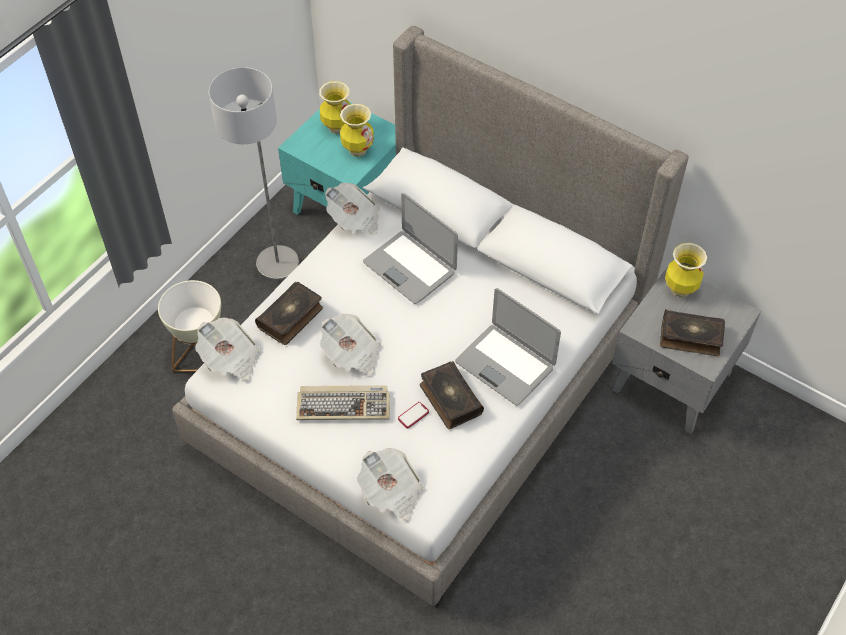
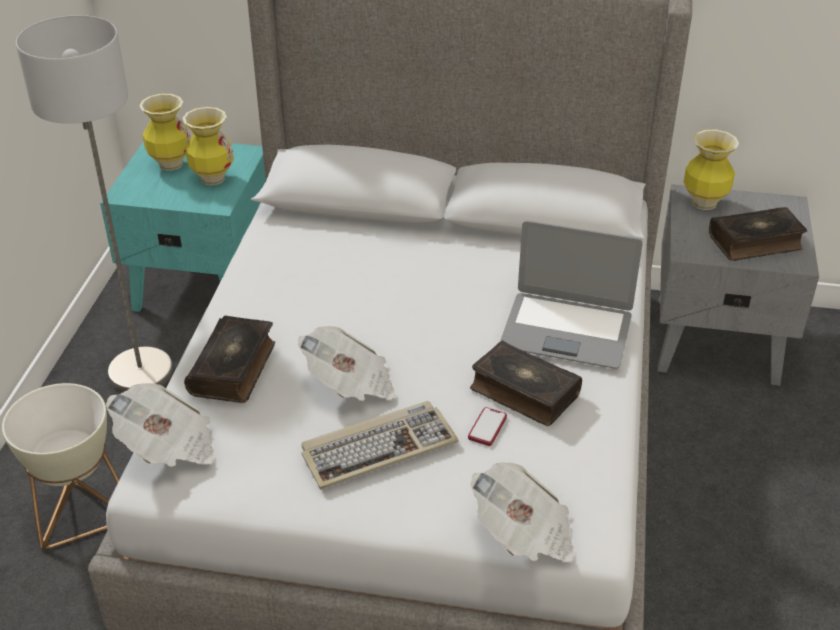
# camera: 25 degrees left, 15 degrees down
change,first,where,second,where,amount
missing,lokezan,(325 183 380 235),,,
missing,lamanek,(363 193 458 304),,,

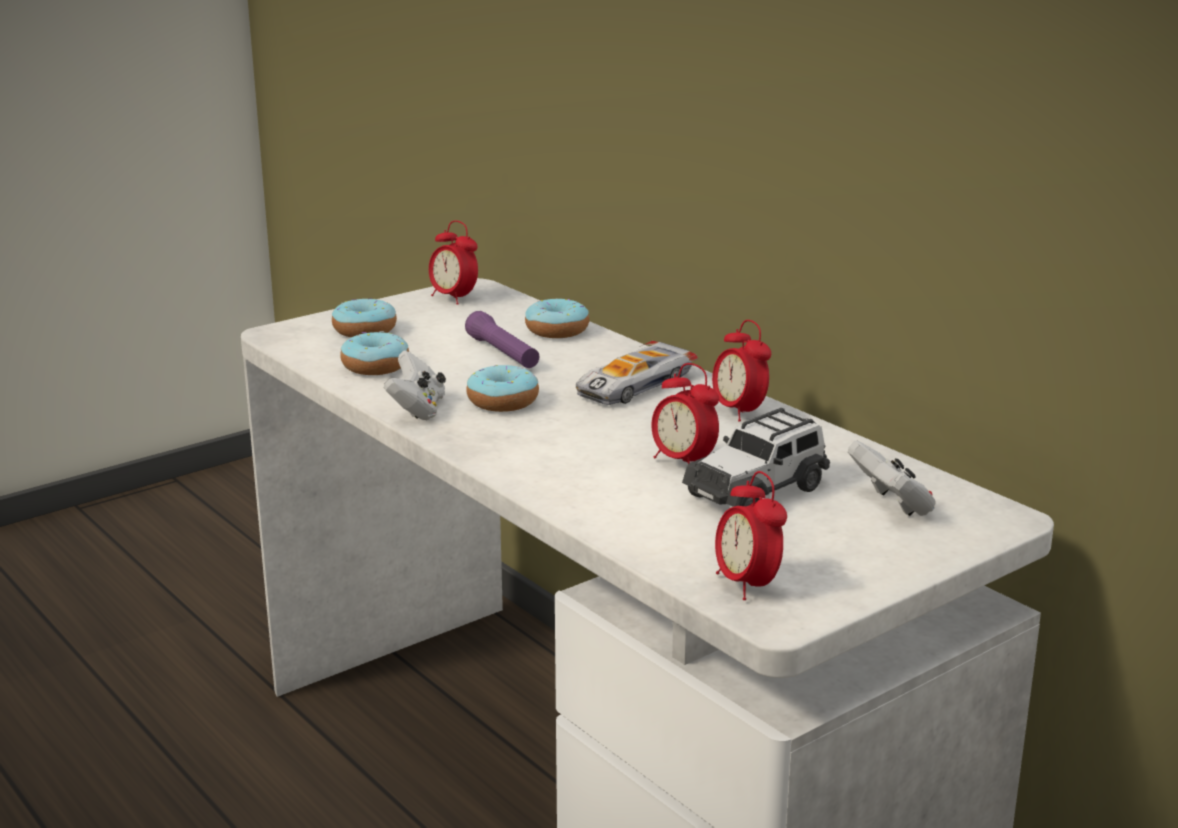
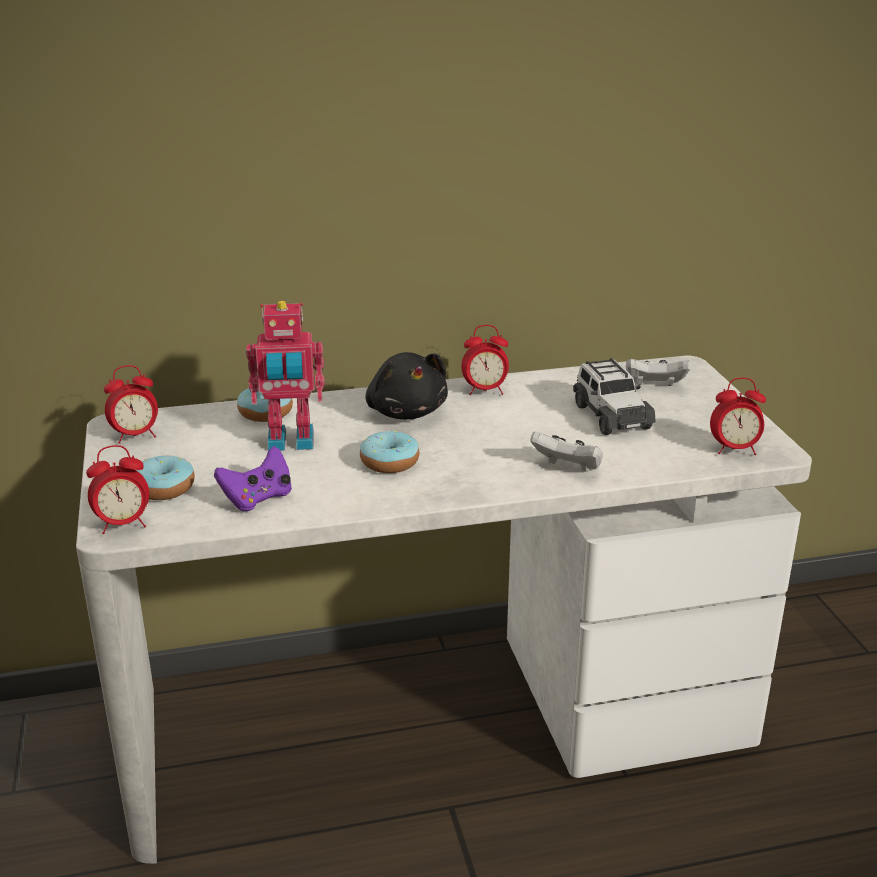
# camera: 65 degrees left, 5 degrees up
change,first,where,second,where,amount
exchanged,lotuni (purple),(465 311 540 368),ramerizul,(246 301 325 451),
exchanged,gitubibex,(340 331 409 375),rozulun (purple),(214 446 292 511),
exchanged,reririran,(576 341 698 405),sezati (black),(365 352 448 420),
relocated,rozulun (white),(384 351 446 420),,(530 432 603 472),
relocated,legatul,(652 363 719 464),,(86 445 149 534),

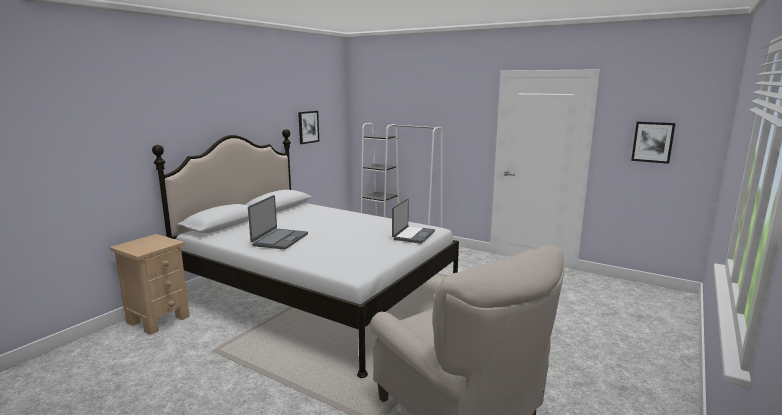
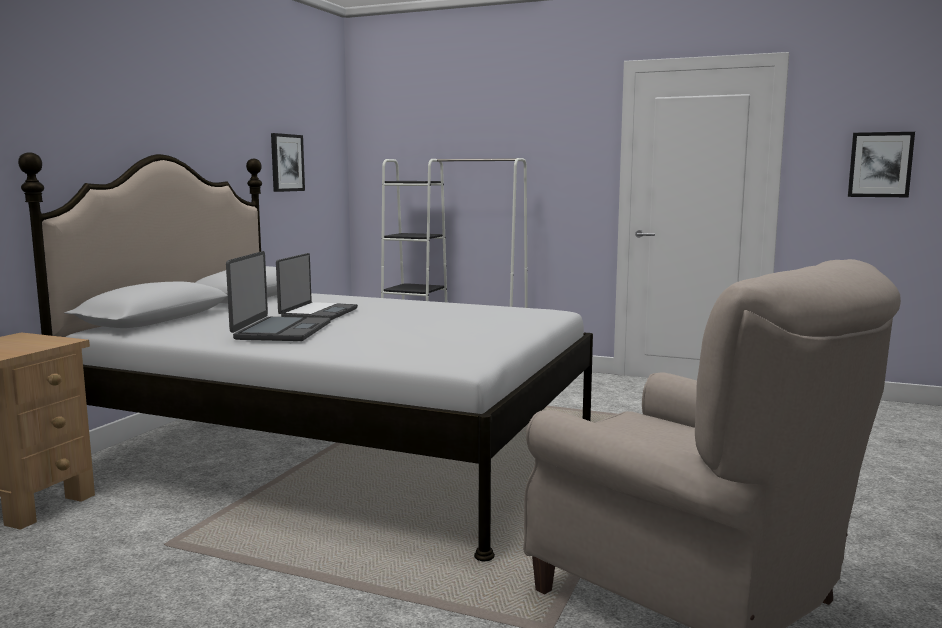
# camera: 10 degrees left, 5 degrees down
change,first,where,second,where,amount
relocated,lamanek,(392 198 435 244),,(276 253 358 320),

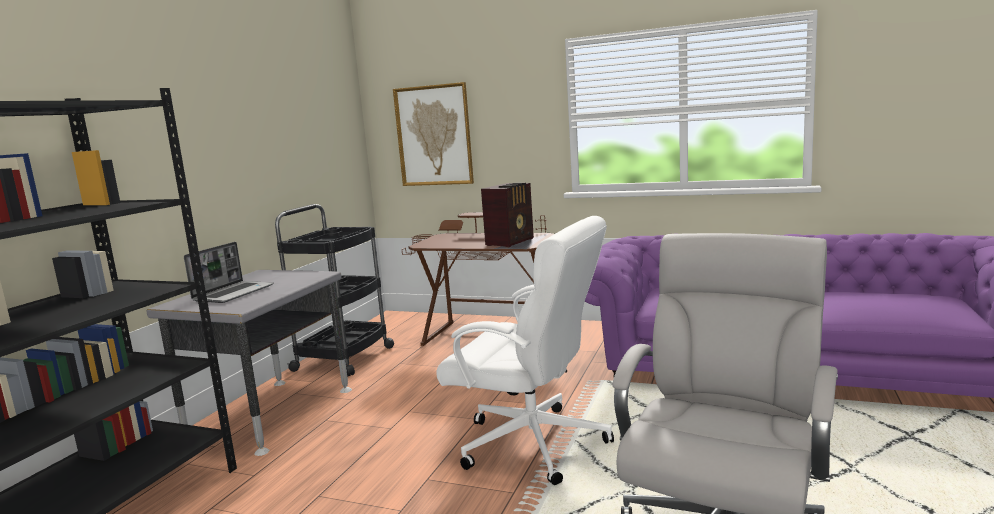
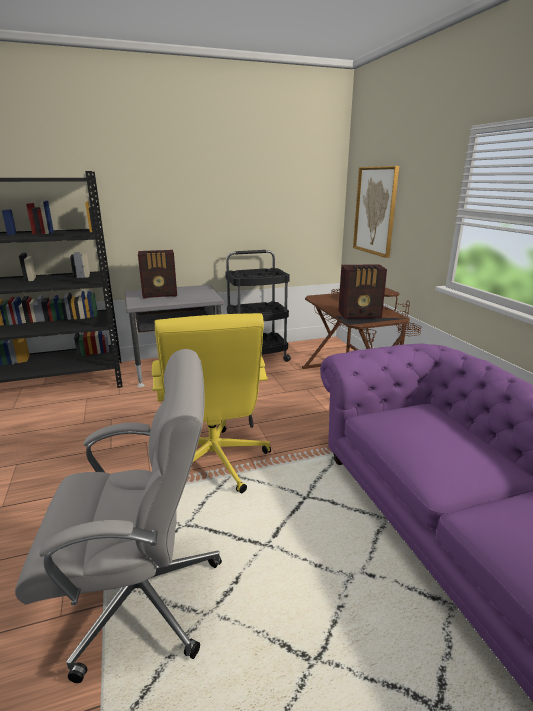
# camera: 50 degrees right, 10 degrees up
change,first,where,second,where,amount
colour,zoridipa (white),(436 216 614 485),zoridipa (yellow),(152 313 271 494),
exchanged,lamanek,(184 242 274 303),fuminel,(138 250 177 299),

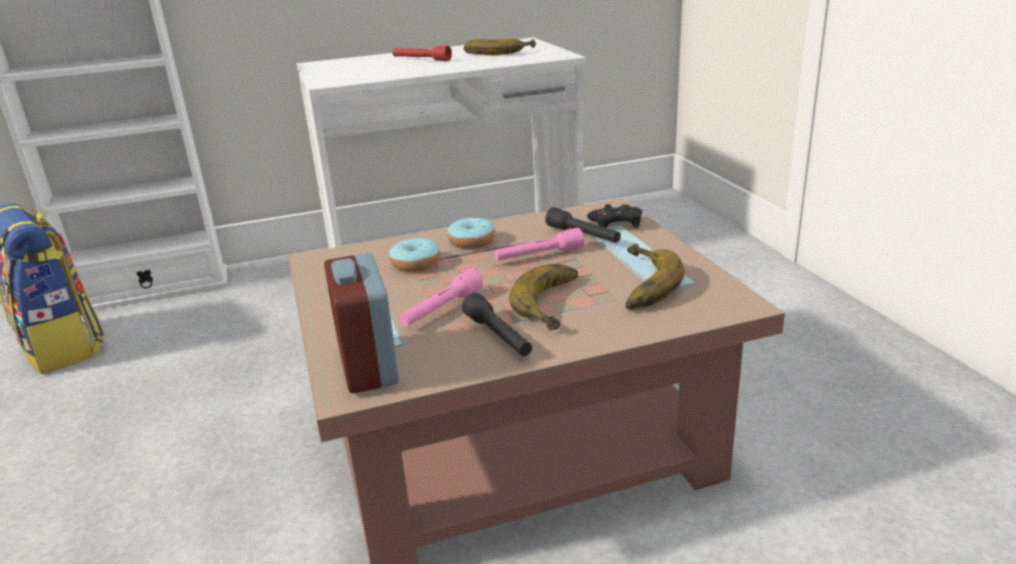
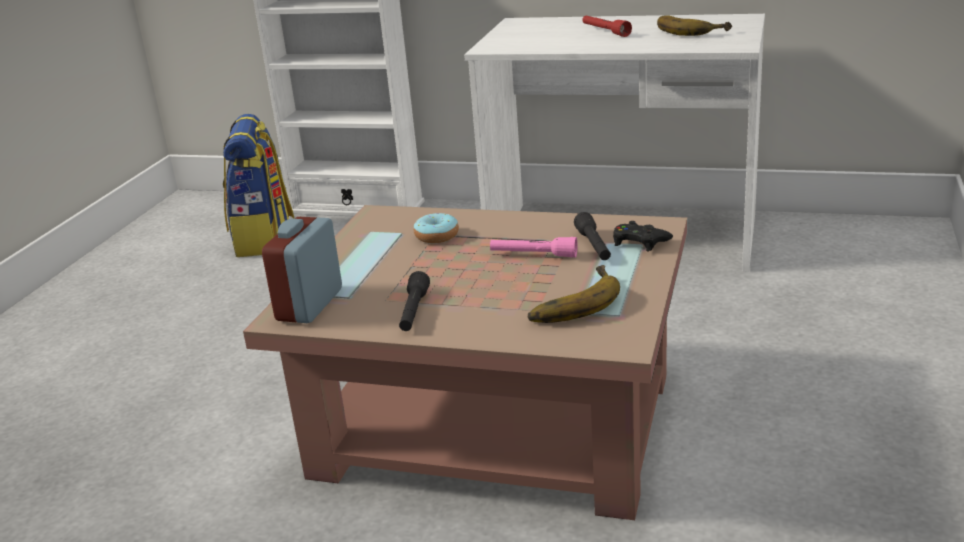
# camera: 35 degrees right, 0 degrees up
change,first,where,second,where,amount
missing,gitubibex,(448 218 495 249),,,
missing,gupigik,(509 264 578 330),,,
missing,lotuni (pink),(399 269 483 327),,,

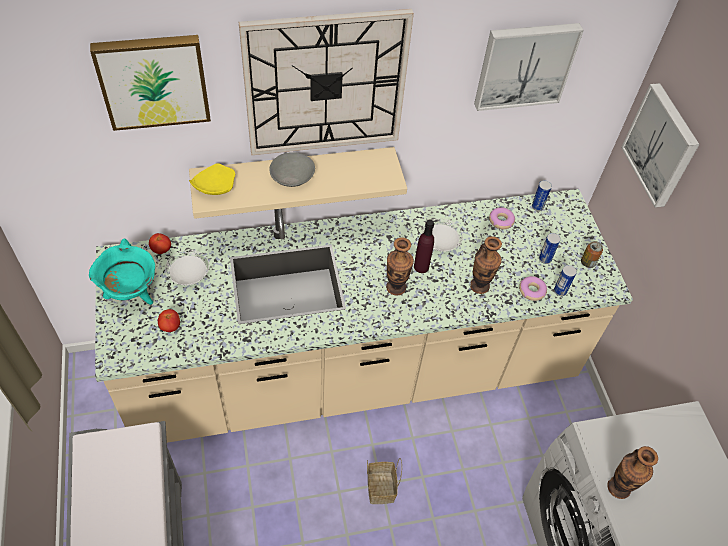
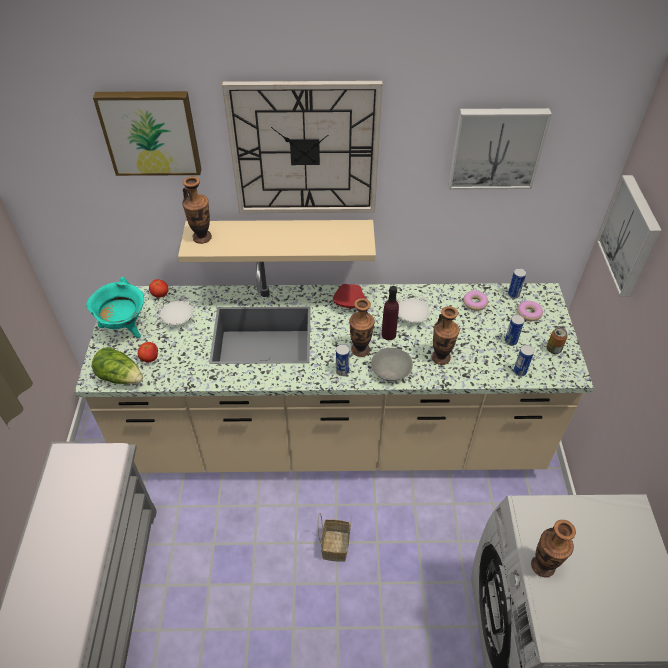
# camera: 15 degrees right, 5 degrees down
change,first,where,second,where,amount
relocated,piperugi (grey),(269 152 315 187),,(371 348 413 381),
exchanged,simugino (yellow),(189 163 235 195),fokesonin,(182 176 212 244),
relocated,gitubibex,(519 276 547 301),,(517 301 543 321),
appeared,,,simugino (red),(333 284 366 308),
appeared,,,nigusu,(336 344 350 376),
appeared,,,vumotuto,(92 347 143 384),

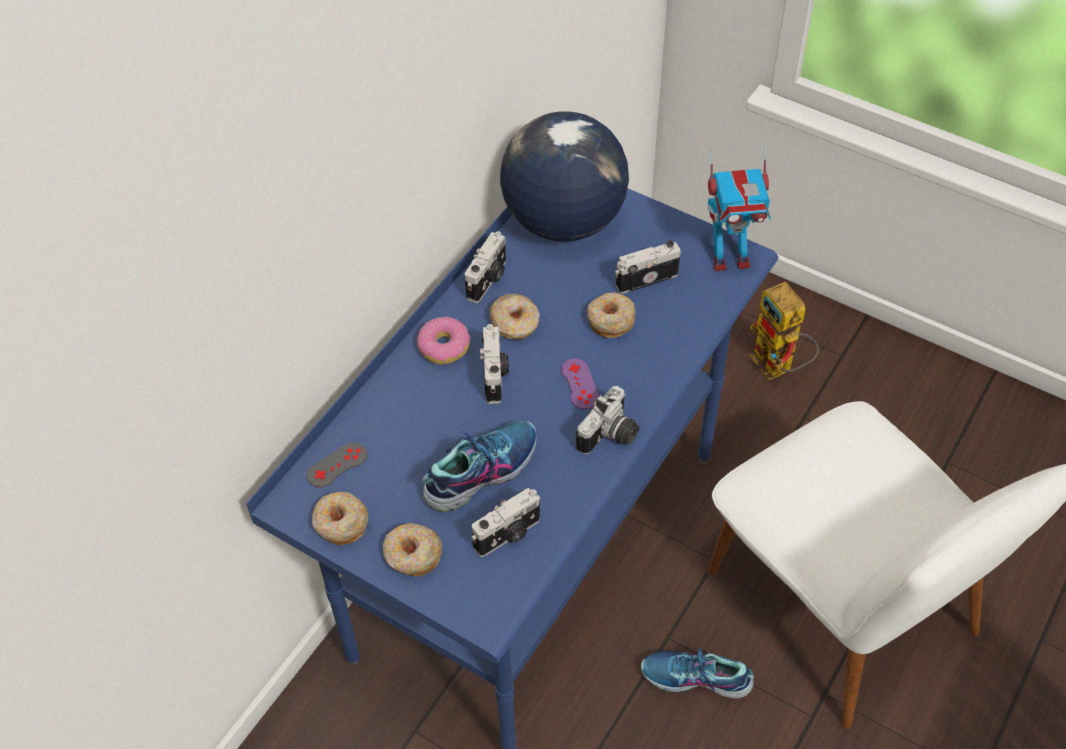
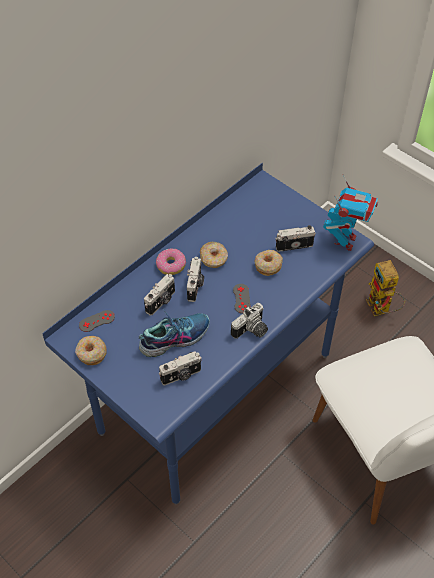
# camera: 10 degrees right, 0 degrees up
change,first,where,second,where,amount
missing,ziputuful,(500 111 629 242),,,
spun,ramerizul,(707 143 771 271),,(323 175 378 251),75 degrees counterclockwise
relocated,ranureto,(465 231 506 303),,(144 274 175 316),
colour,rozulun (purple),(561 358 599 410),rozulun (grey),(233 284 251 314),
missing,gitubibex,(383 523 442 576),,,
missing,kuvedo,(641 649 754 698),,,

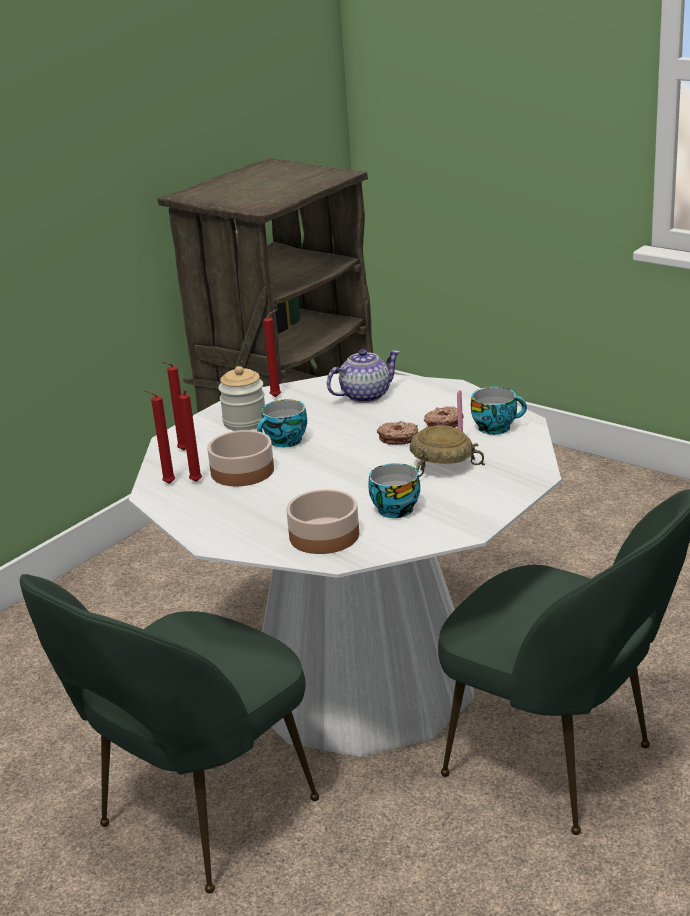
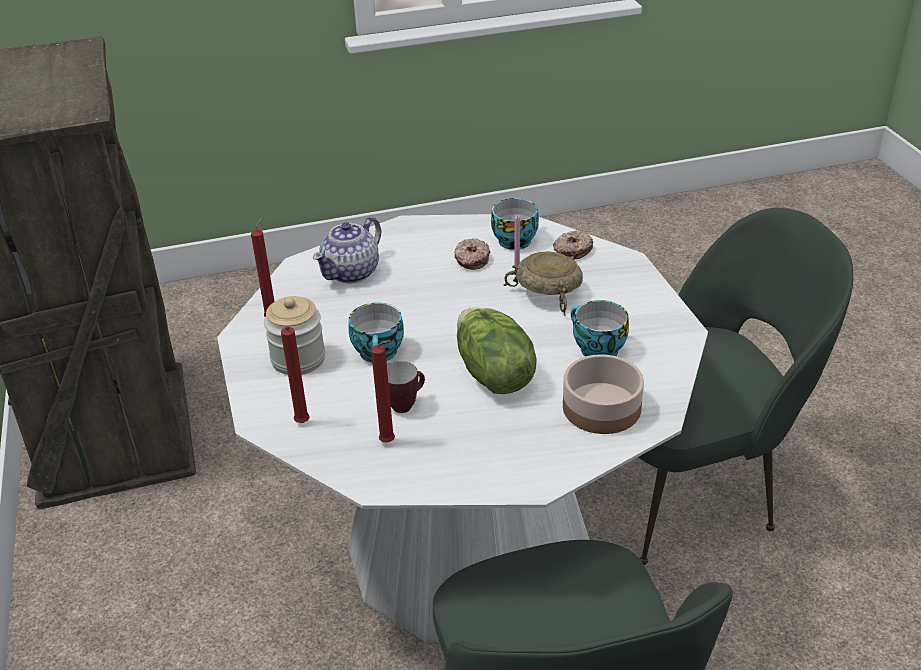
# camera: 55 degrees left, 10 degrees up
change,first,where,second,where,amount
spun,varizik,(327 349 400 403),,(313 217 381 284),150 degrees counterclockwise
missing,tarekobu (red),(144 390 175 484),,,
relocated,gitubibex,(377 421 418 445),,(553 231 593 260),
exchanged,piperugi,(207 430 274 486),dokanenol,(387 361 425 413),
appeared,,,vumotuto,(457 307 537 394),

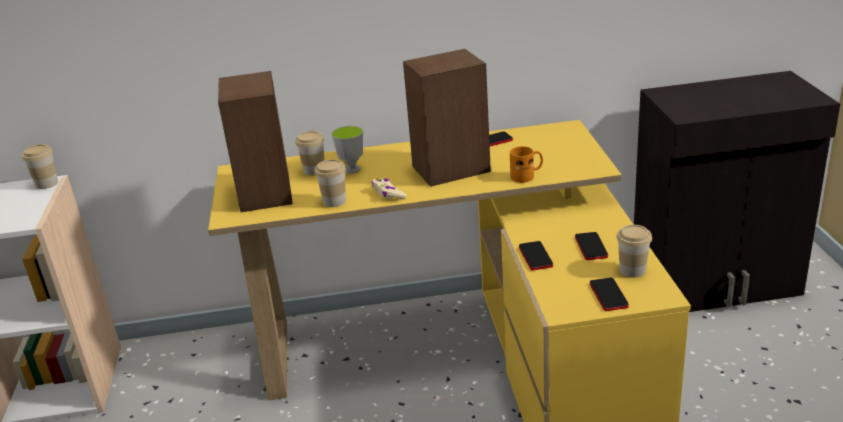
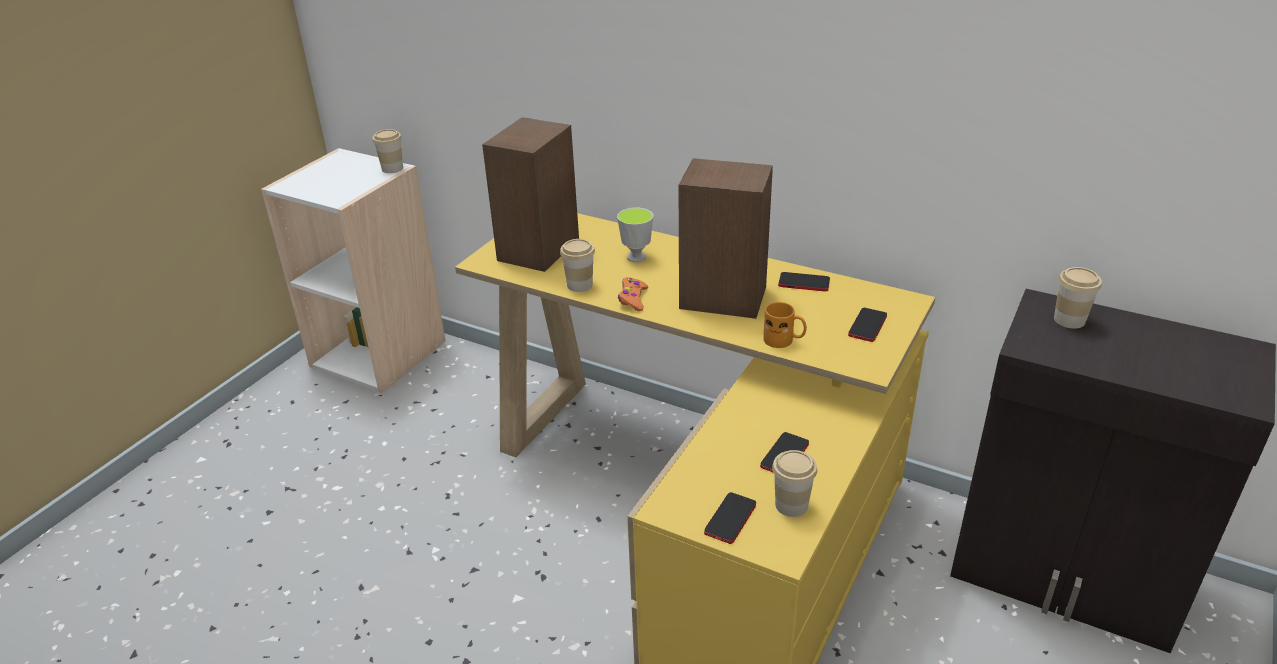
# camera: 35 degrees right, 5 degrees up
change,first,where,second,where,amount
relocated,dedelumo,(295 131 324 176),,(1054 267 1102 329),
colour,rozulun (beige),(372 179 407 199),rozulun (orange),(618 277 648 311),
relocated,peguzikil,(519 241 553 271),,(848 308 887 342),

